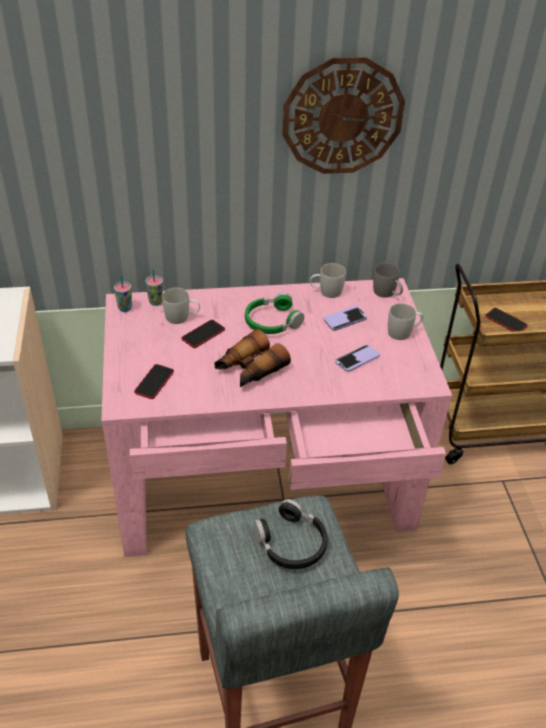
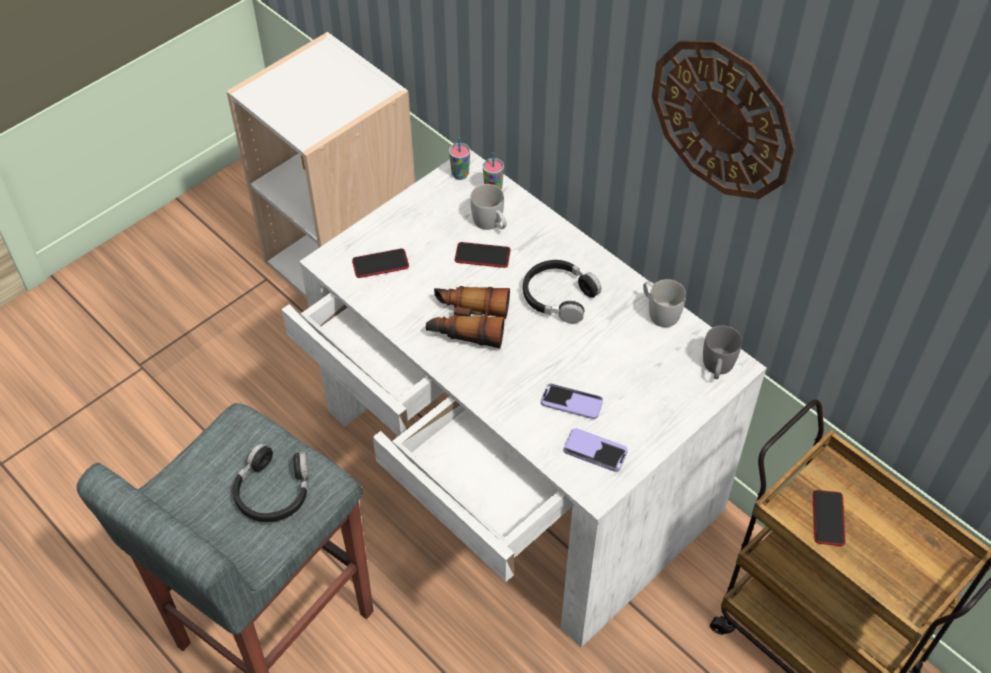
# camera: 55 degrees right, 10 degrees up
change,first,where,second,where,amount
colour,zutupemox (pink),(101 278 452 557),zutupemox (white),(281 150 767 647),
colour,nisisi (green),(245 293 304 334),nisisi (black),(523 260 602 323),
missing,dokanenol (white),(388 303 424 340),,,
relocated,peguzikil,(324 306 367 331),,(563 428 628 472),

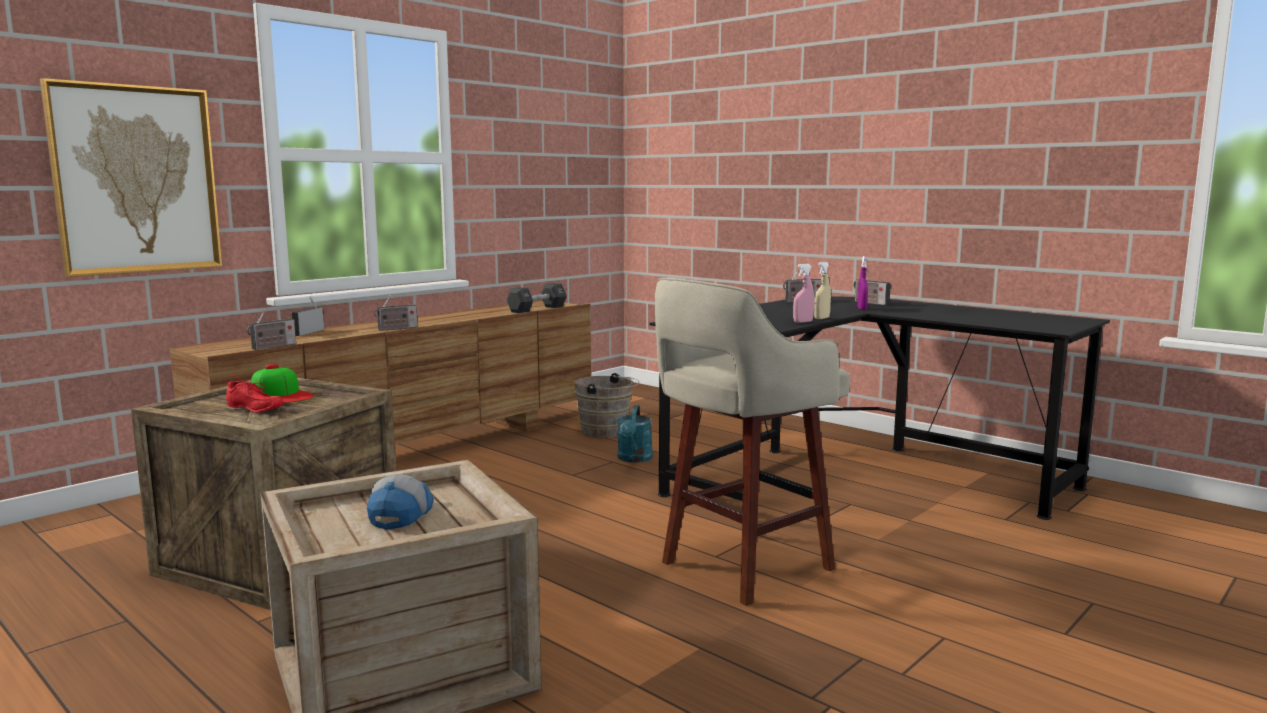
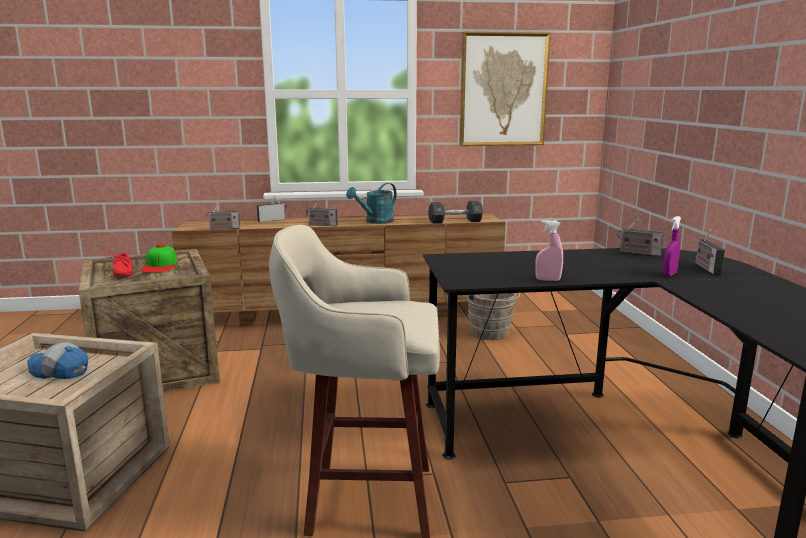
# camera: 40 degrees right, 5 degrees up
change,first,where,second,where,amount
relocated,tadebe,(40 78 222 277),,(460 31 551 146),
missing,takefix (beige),(814 262 831 319),,,
relocated,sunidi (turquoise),(617 405 653 463),,(346 183 397 224),
spun,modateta,(367 474 434 530),,(27 342 88 379),120 degrees counterclockwise

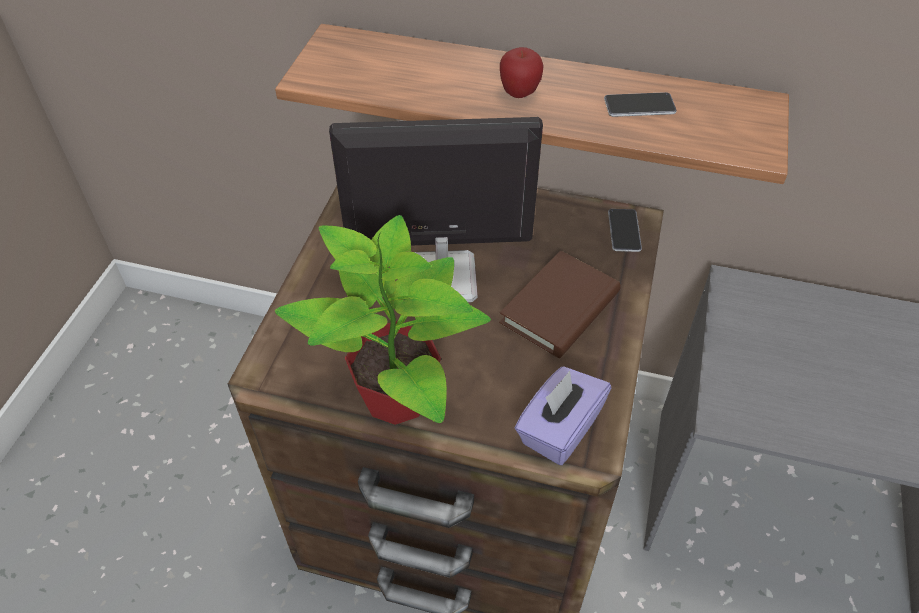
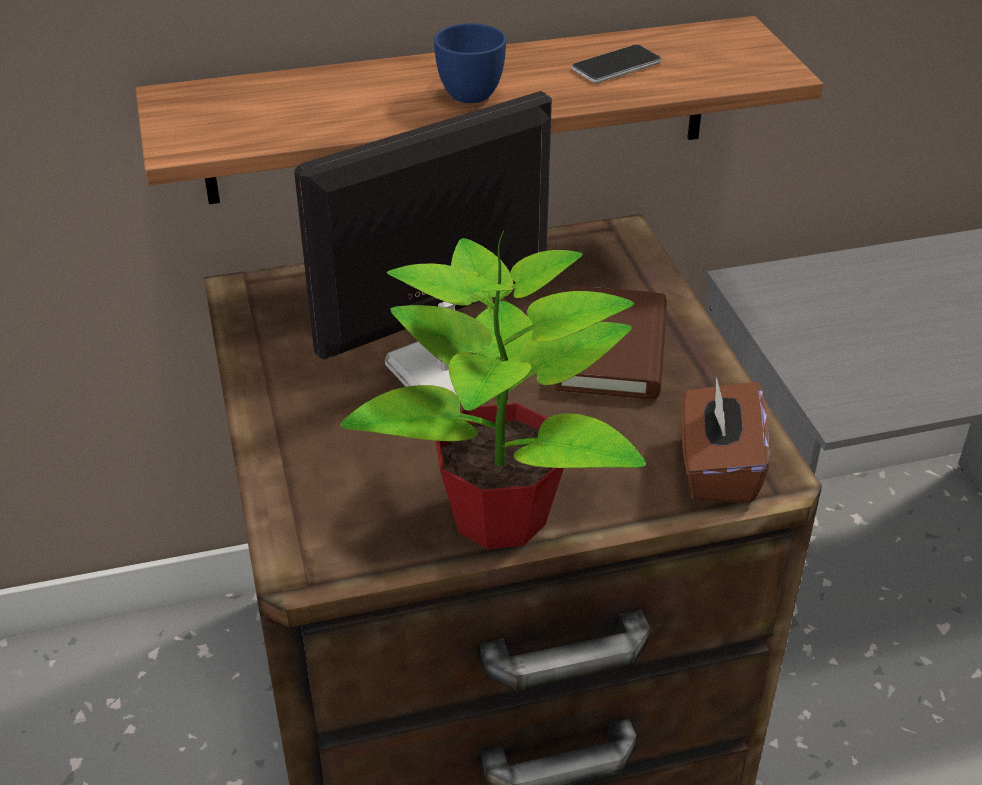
# camera: 30 degrees left, 10 degrees down
change,first,where,second,where,amount
exchanged,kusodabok,(500 47 543 98),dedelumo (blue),(434 23 506 103),
missing,peguzikil,(608 209 642 252),,,
colour,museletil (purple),(515 366 611 465),museletil (brown),(681 377 770 503),

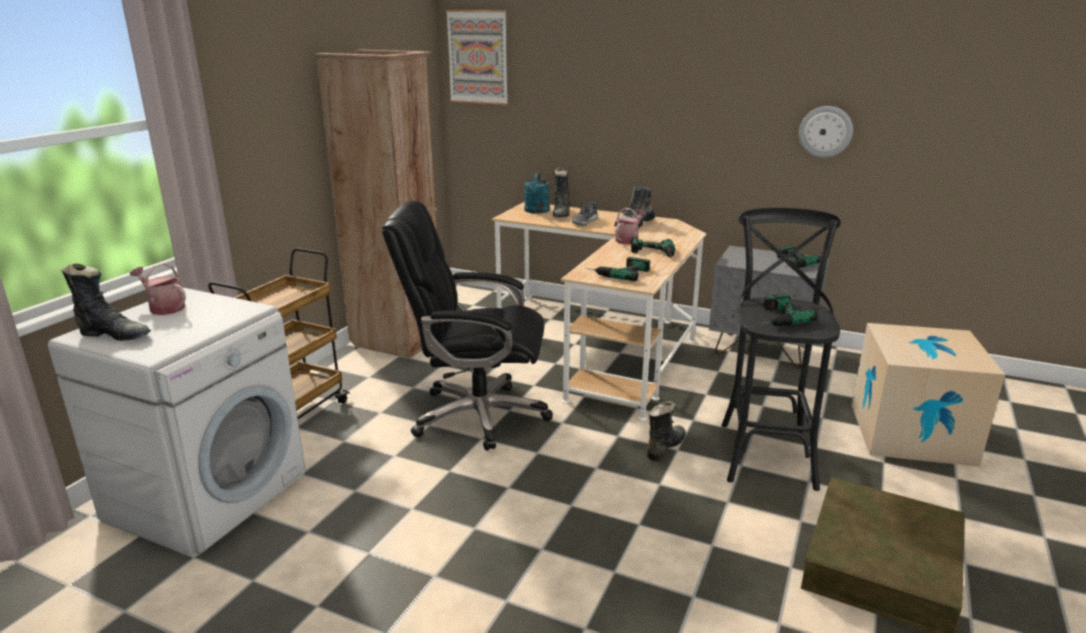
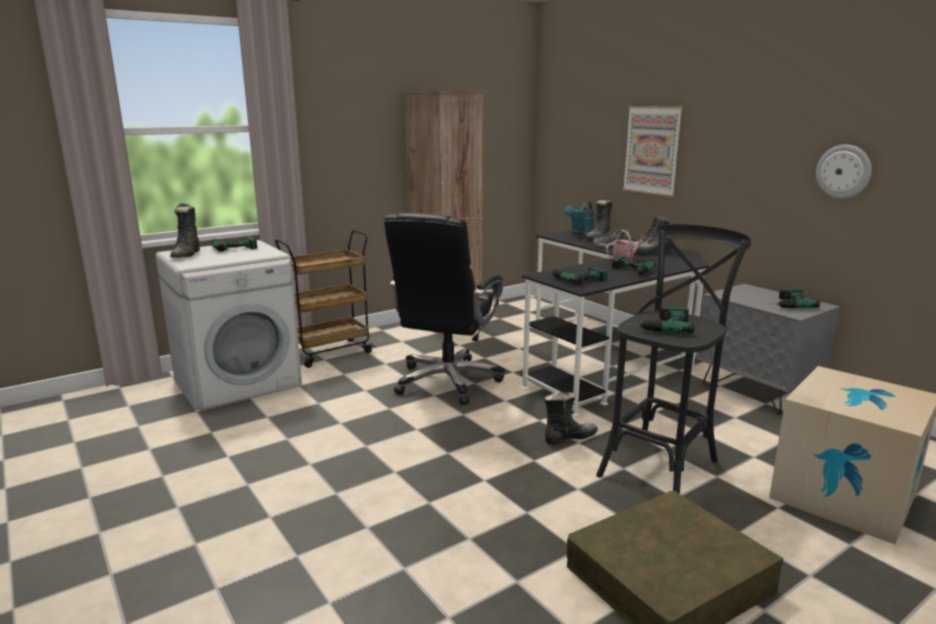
# camera: 30 degrees right, 5 degrees down
change,first,where,second,where,amount
relocated,tadebe,(446 10 508 105),,(623 106 683 197),
spun,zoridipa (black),(382 201 553 451),,(384 213 505 405),105 degrees counterclockwise
colour,zutupemox (beige),(492 202 706 421),zutupemox (black),(521 230 709 416),
spun,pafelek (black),(60 263 151 341),,(170 203 200 257),45 degrees clockwise
exchanged,sunidi,(130 263 186 315),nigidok,(211 237 257 252),

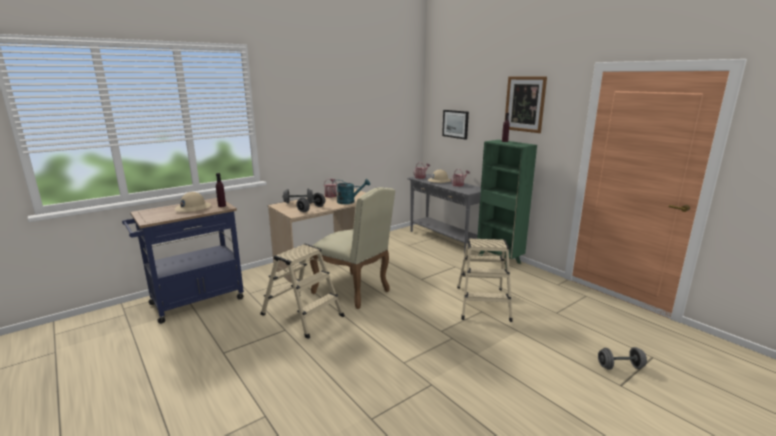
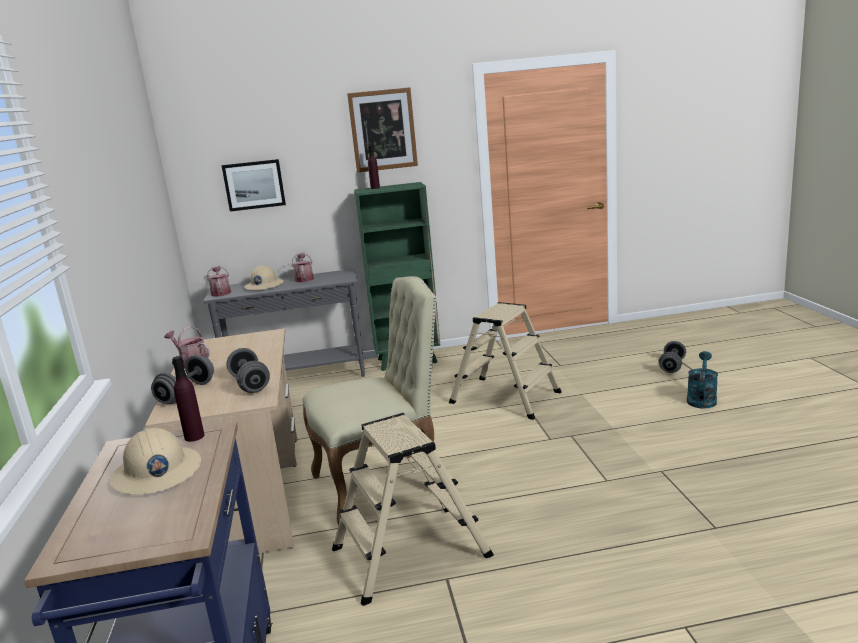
# camera: 60 degrees left, 0 degrees up
change,first,where,second,where,amount
relocated,sunidi (turquoise),(332 179 370 204),,(687 351 718 409),

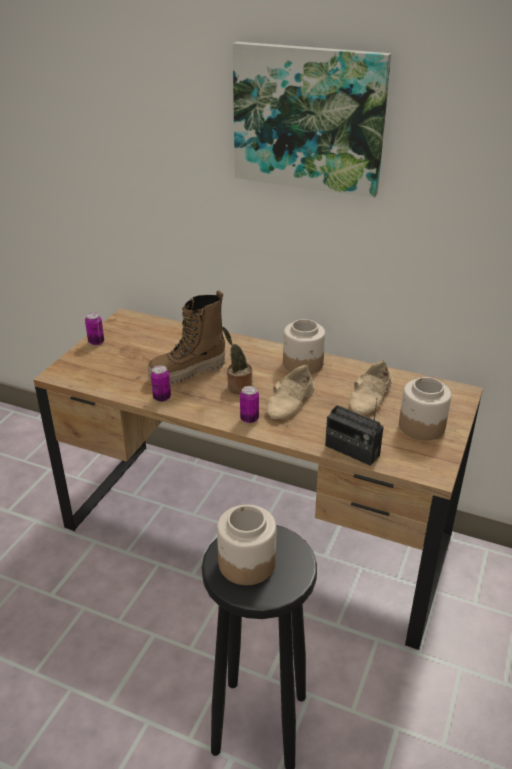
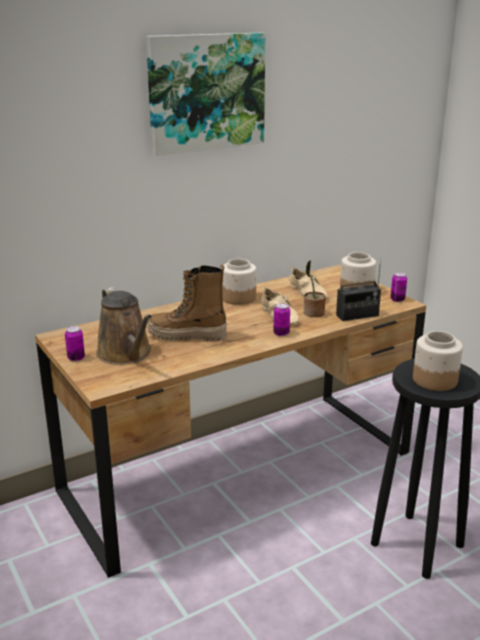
# camera: 55 degrees left, 10 degrees down
change,first,where,second,where,amount
spun,pafelek,(148 290 225 384),,(148 264 227 341),90 degrees clockwise
relocated,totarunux,(222 327 252 394),,(303 260 326 317),
relocated,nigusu,(151 365 171 402),,(391 272 407 302),
appeared,,,sunidi (brown),(96 287 152 365),

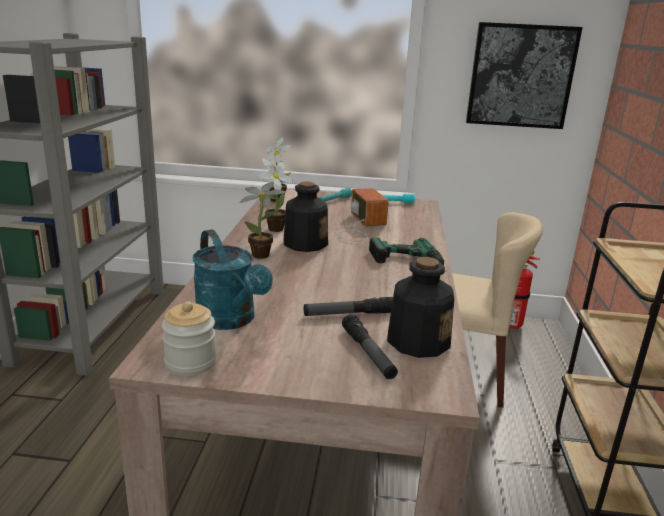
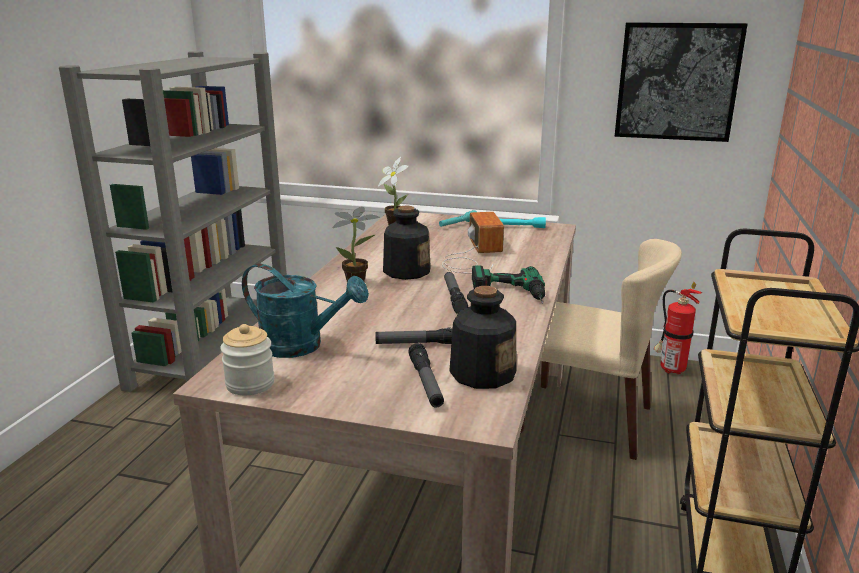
# camera: 10 degrees right, 0 degrees up
change,first,where,second,where,amount
missing,totarunux,(257 158 295 232),,,
spun,sunidi (turquoise),(193 229 273 330),,(242 263 369 358),45 degrees counterclockwise
appeared,,,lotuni,(444 272 468 314),

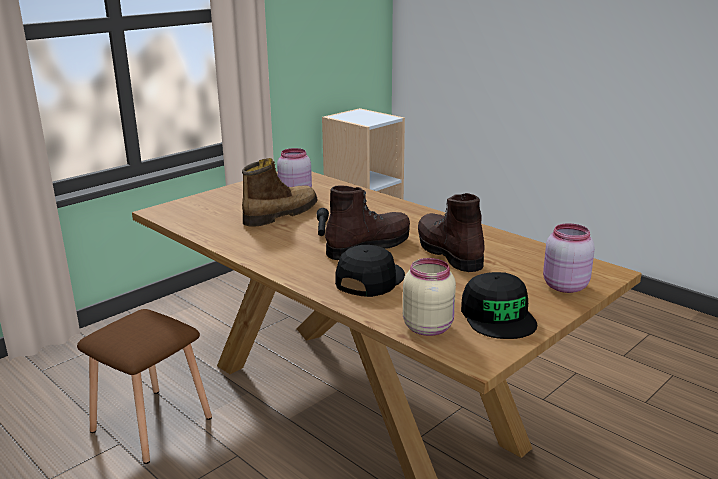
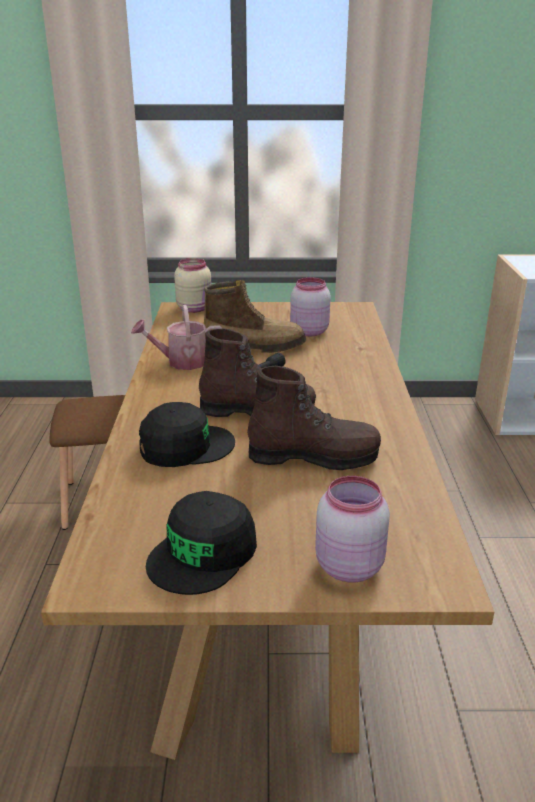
# camera: 45 degrees right, 5 degrees up
change,first,where,second,where,amount
spun,pafelek (brown),(418 193 485 272),,(247 366 381 470),75 degrees clockwise
relocated,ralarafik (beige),(403 258 456 336),,(174 258 211 313),
appeared,,,sunidi,(131 305 222 370),

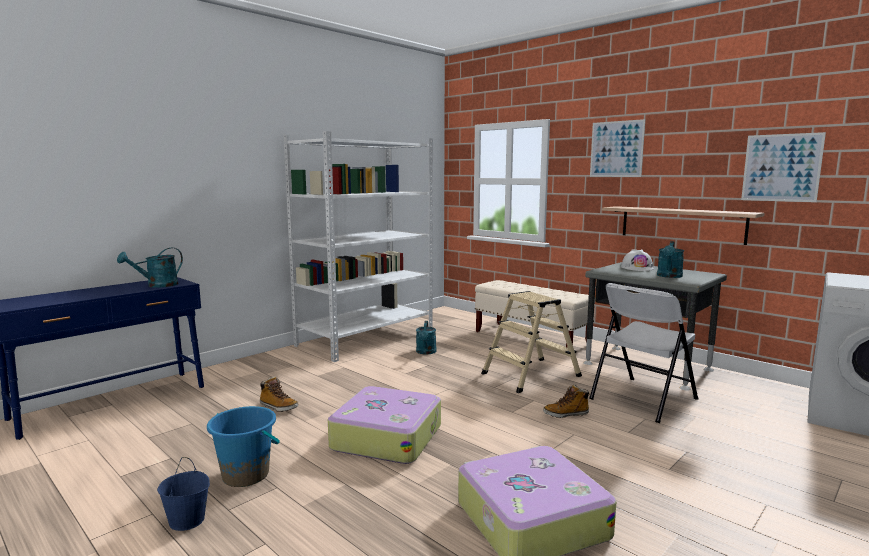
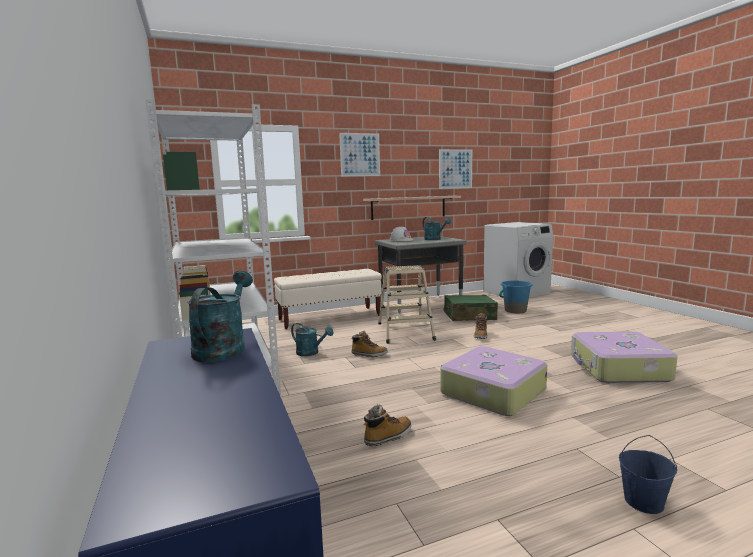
# camera: 65 degrees left, 0 degrees up
change,first,where,second,where,amount
spun,sunidi (turquoise),(117 248 183 288),,(187 270 253 362),150 degrees counterclockwise
exchanged,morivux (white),(589 283 698 423),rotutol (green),(443 295 498 321),
relocated,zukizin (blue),(207 406 280 487),,(499 280 533 313),
appeared,,,pafelek,(351 331 388 357),

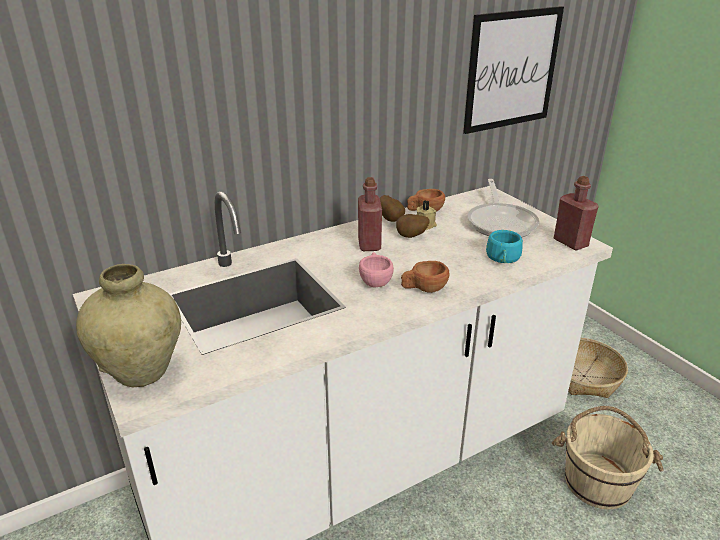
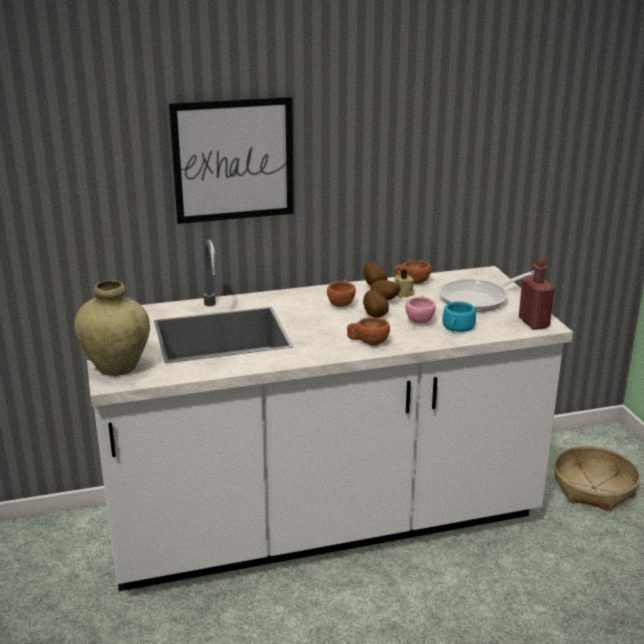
# camera: 15 degrees right, 5 degrees down
change,first,where,second,where,amount
relocated,tadebe,(463 6 564 134),,(169 96 294 224),
exchanged,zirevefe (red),(358 177 382 251),dedelumo (brown),(327 280 356 307),
spun,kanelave,(467 179 539 237),,(439 271 534 312),45 degrees clockwise
relocated,dedelumo (pink),(359 252 394 287),,(406 295 436 324),
missing,zukizin (beige),(552 406 663 509),,,
appeared,,,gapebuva,(363 290 389 318),

